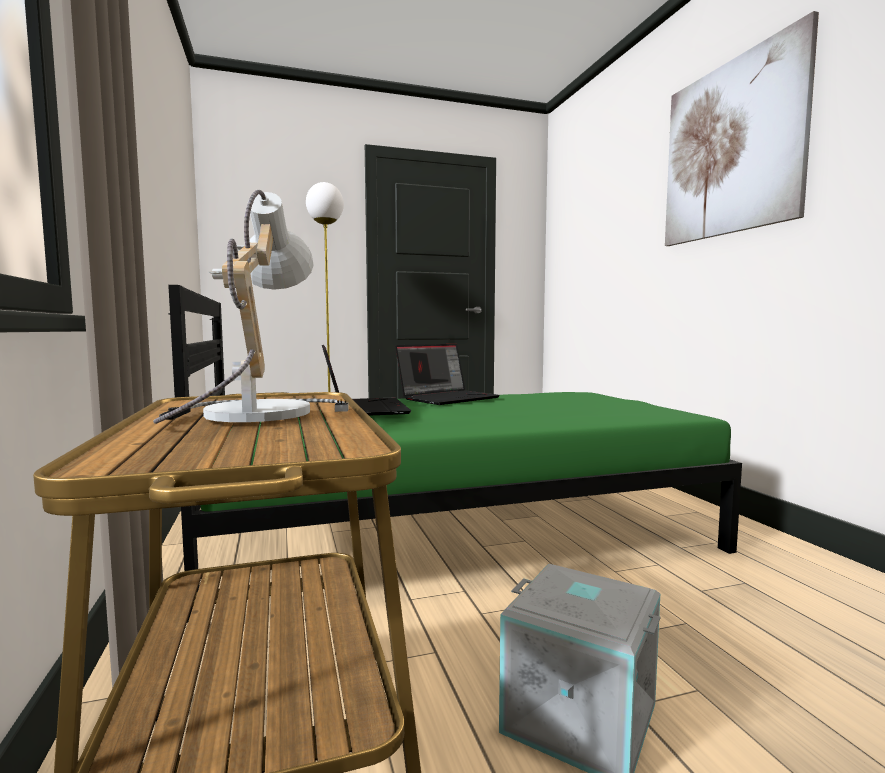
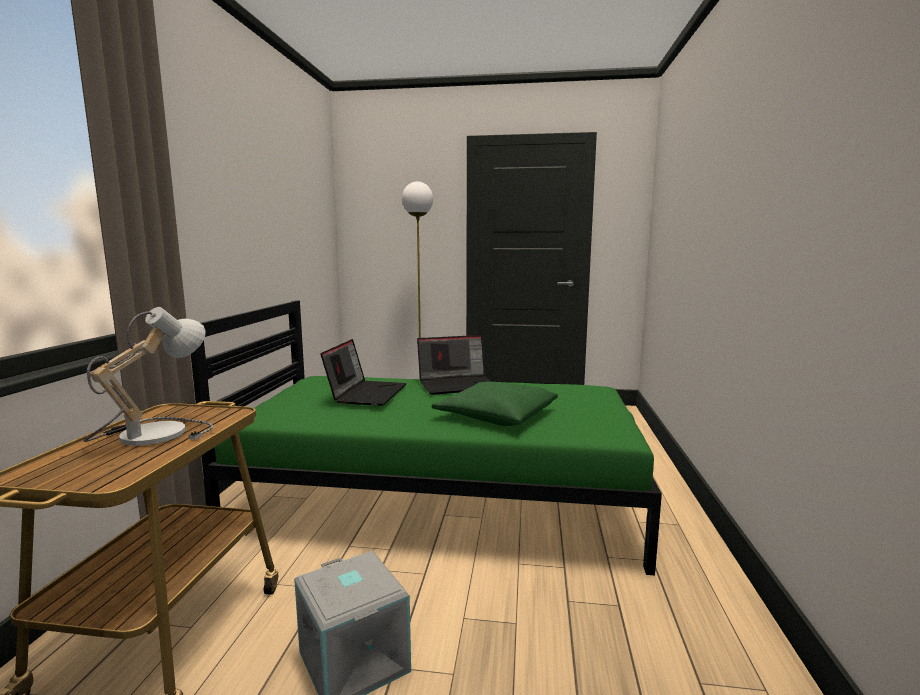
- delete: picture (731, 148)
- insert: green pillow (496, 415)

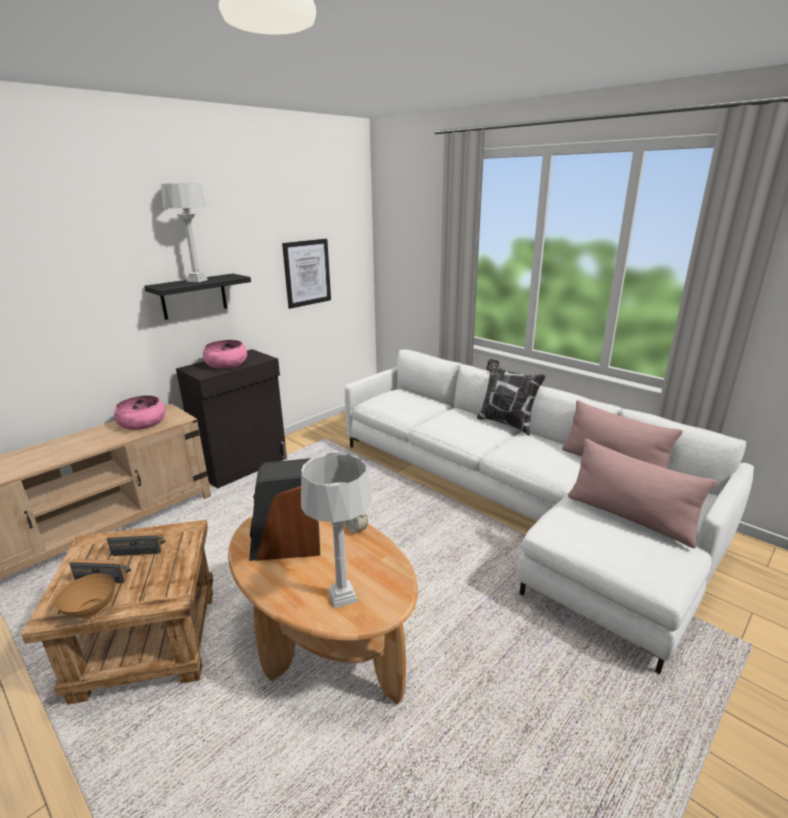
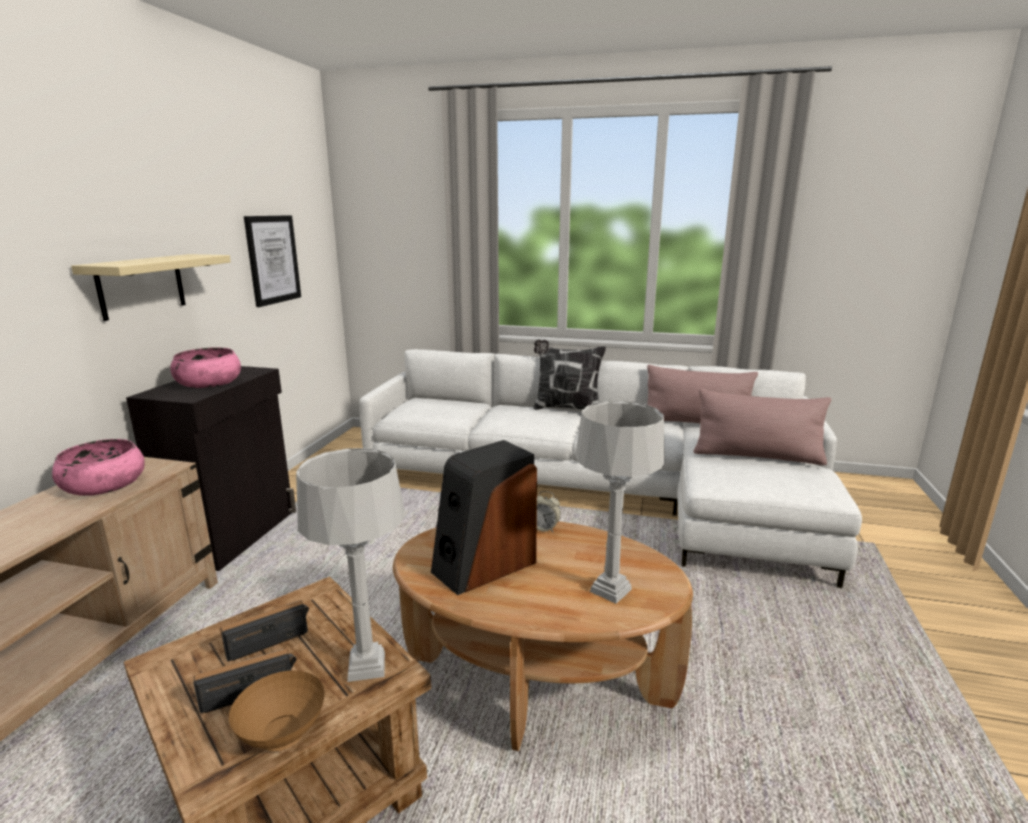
- move: grey table lamp (197, 280) to (366, 667)
- recolor: black shelf (194, 296) to beige shelf (141, 286)

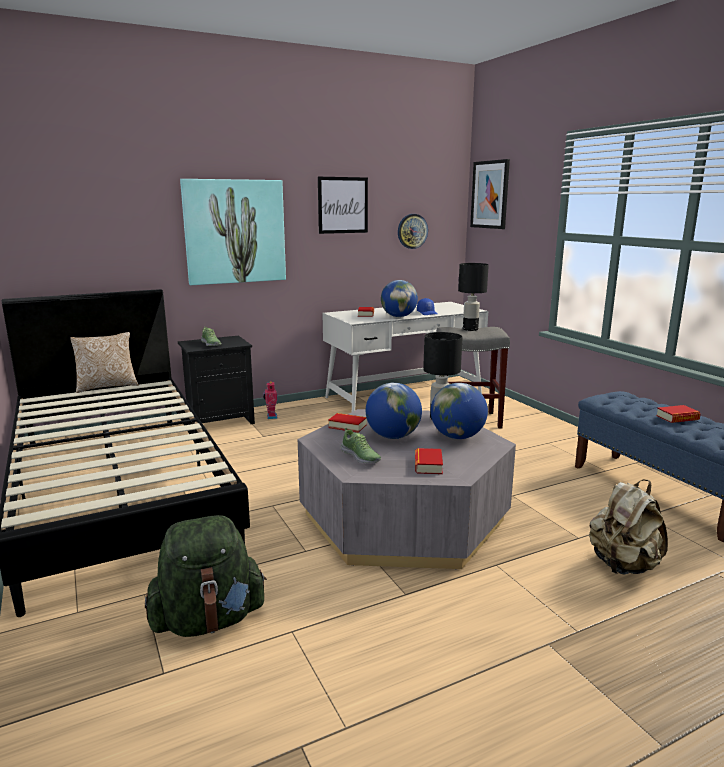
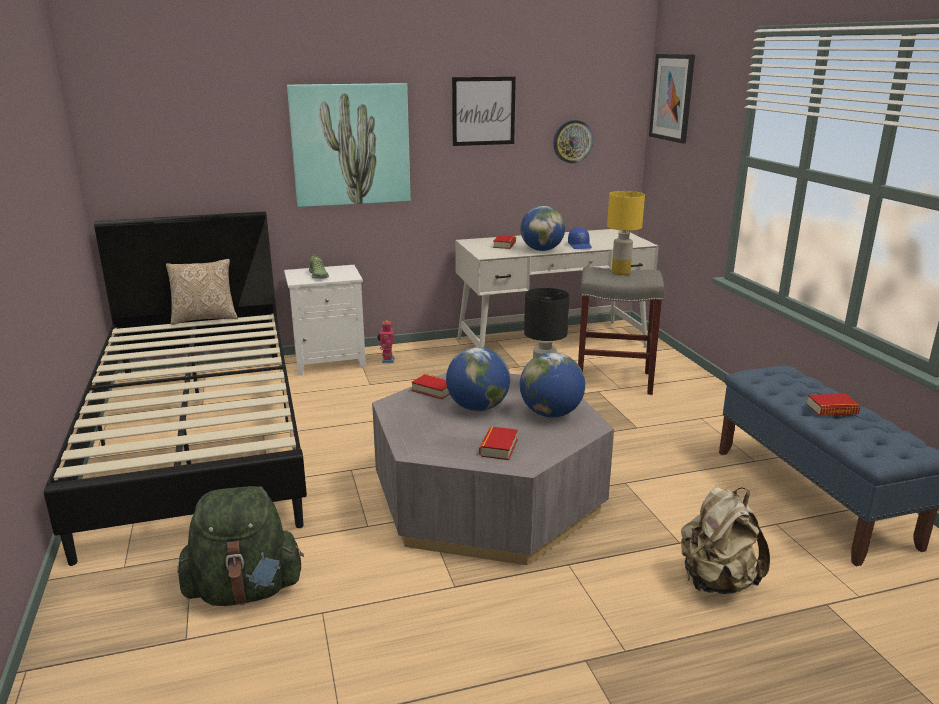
- recolor: black table lamp (470, 329) to yellow table lamp (620, 272)
- recolor: black nightstand (221, 420) to white nightstand (330, 361)
- delete: shoe (360, 457)

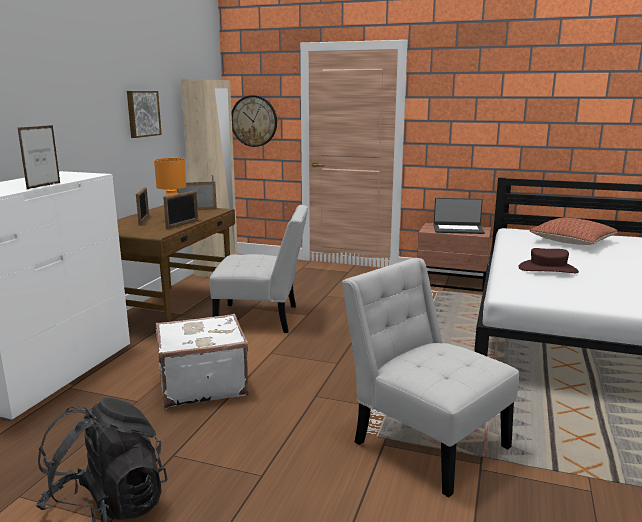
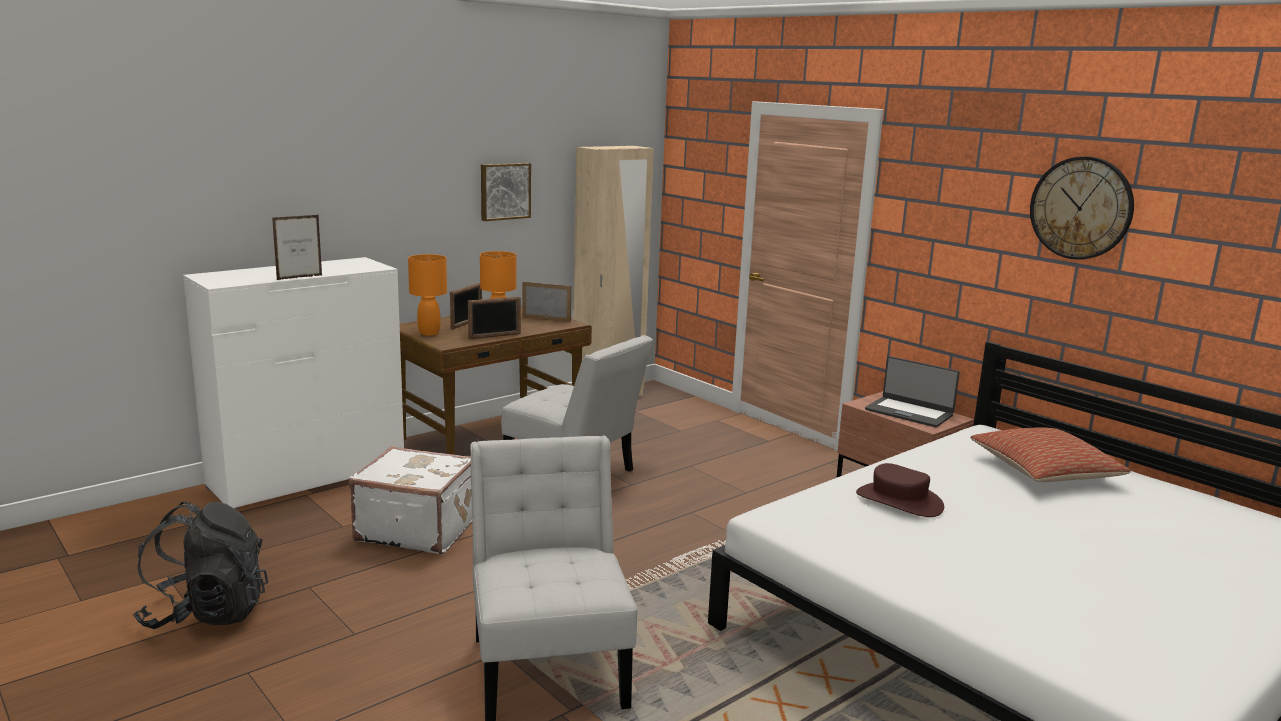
- move: wall clock (254, 121) to (1081, 208)
- insert: orange table lamp (429, 333)

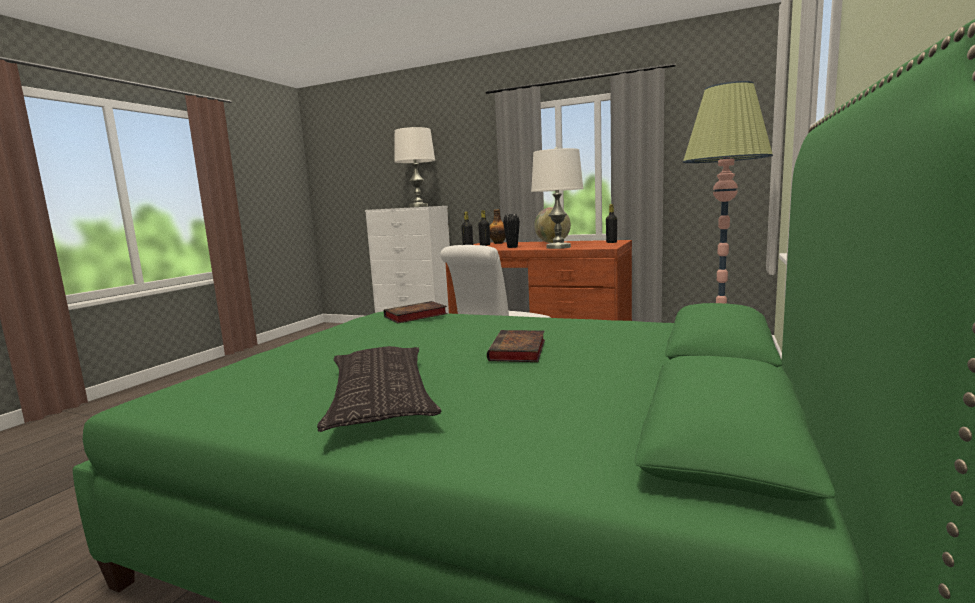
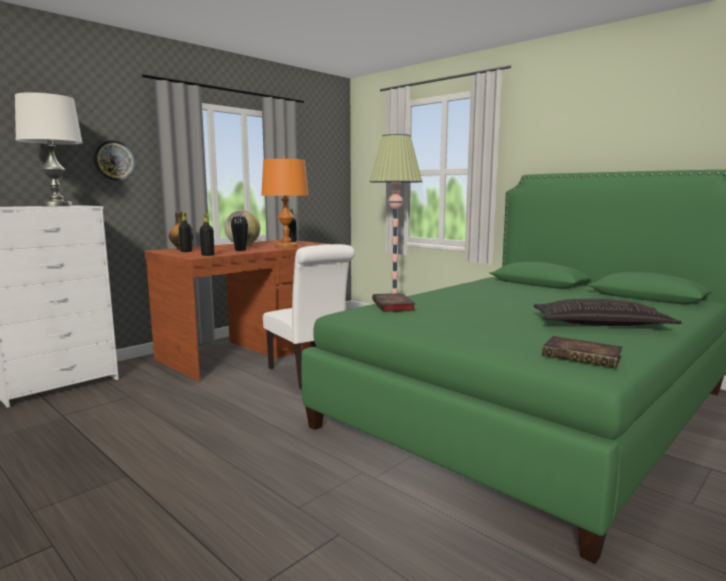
- recolor: white table lamp (558, 247) to orange table lamp (286, 247)
- move: book (518, 351) to (584, 356)
- insert: wall clock (114, 160)

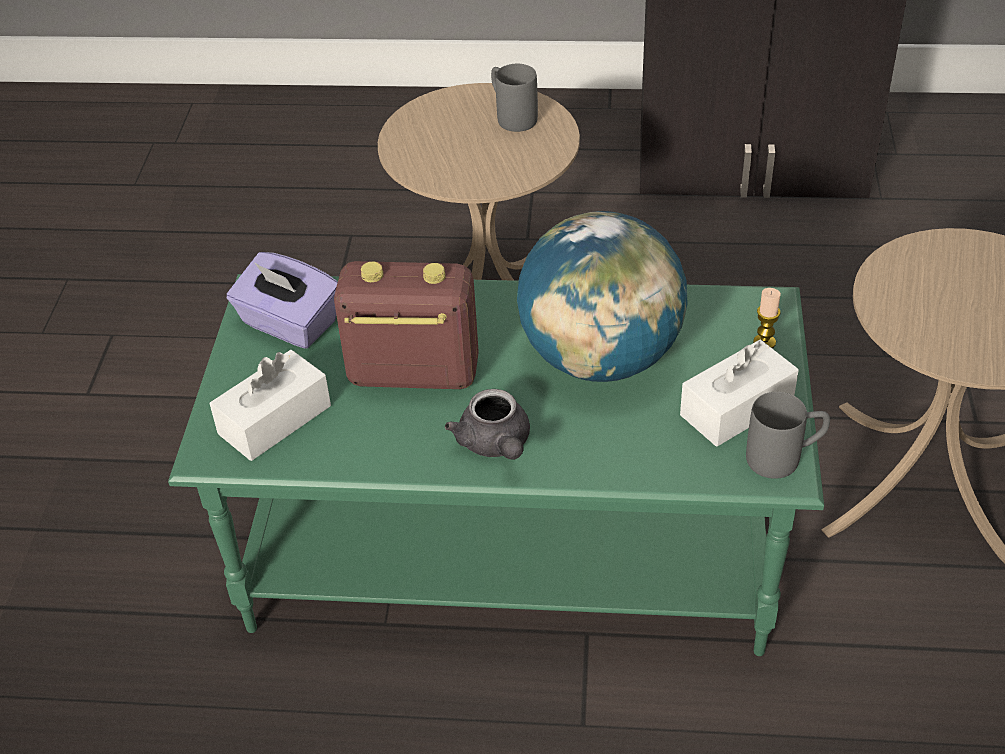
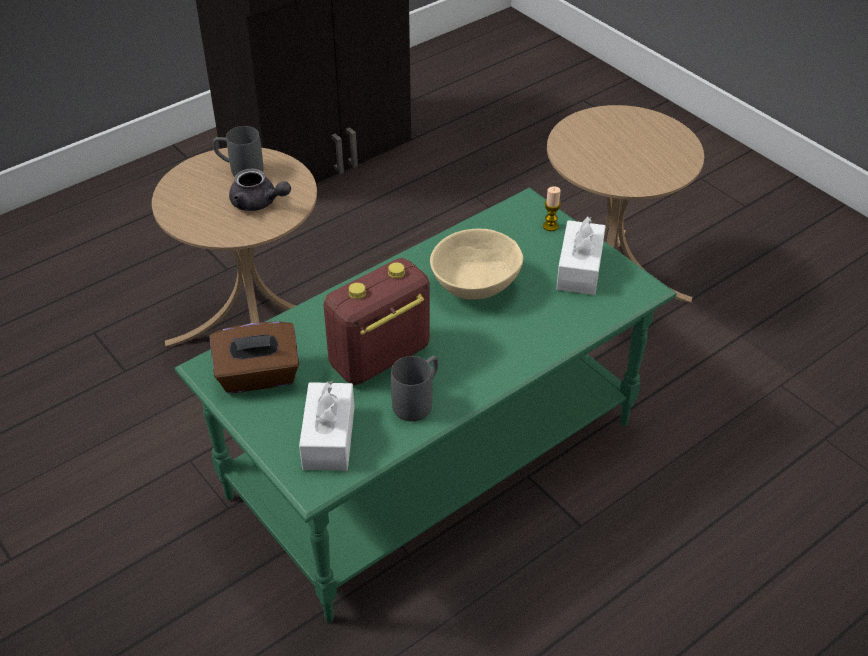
- replace: globe (600, 358) to beige bowl (476, 284)
- recolor: purple tissue box (289, 324) to brown tissue box (258, 376)
- move: grey teapot (495, 445) to (258, 203)
- move: grey mug (785, 457) to (418, 401)

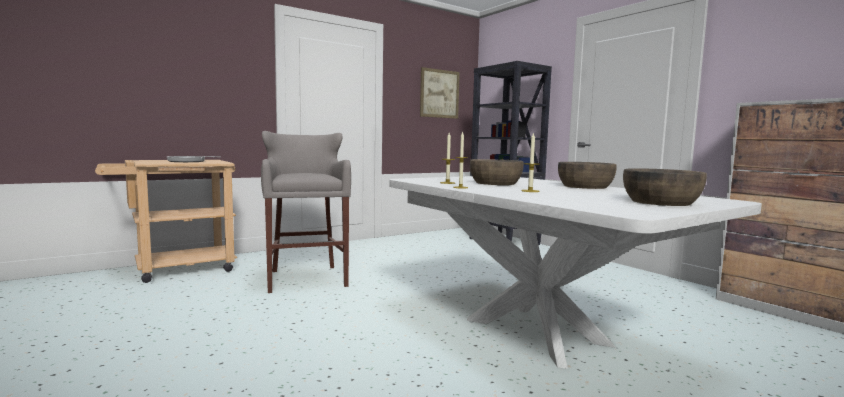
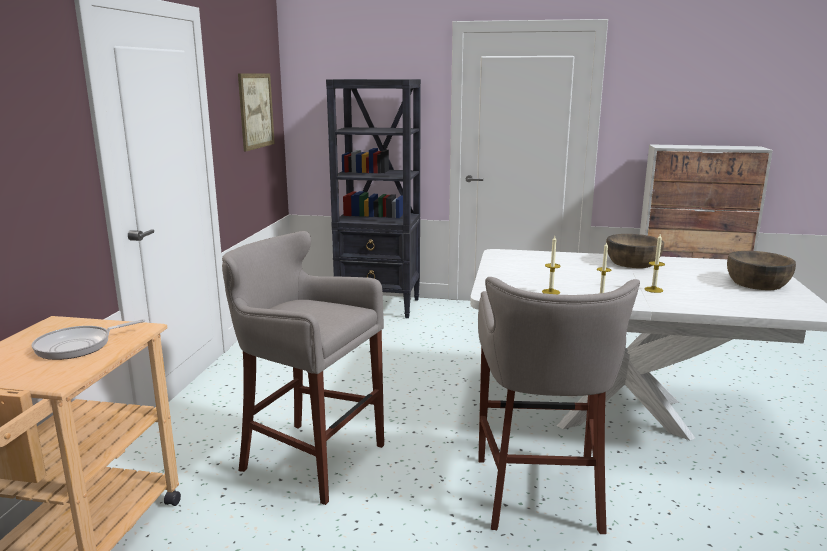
- delete: brown bowl (495, 183)
- insert: grey stool (540, 495)

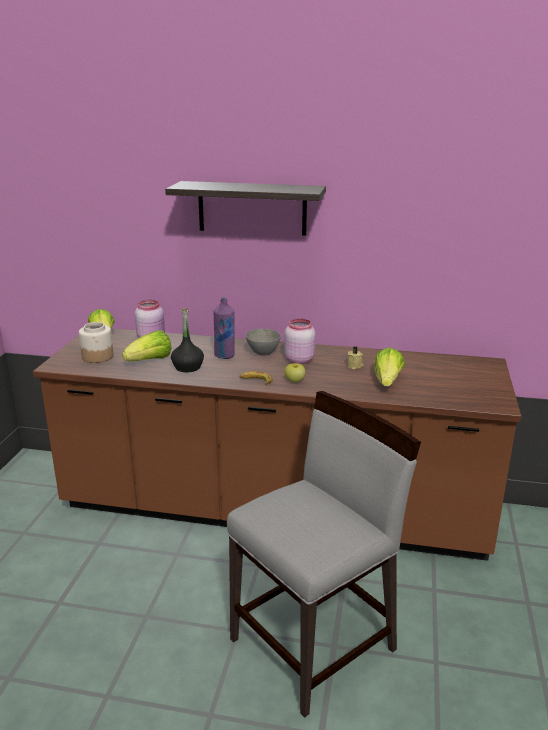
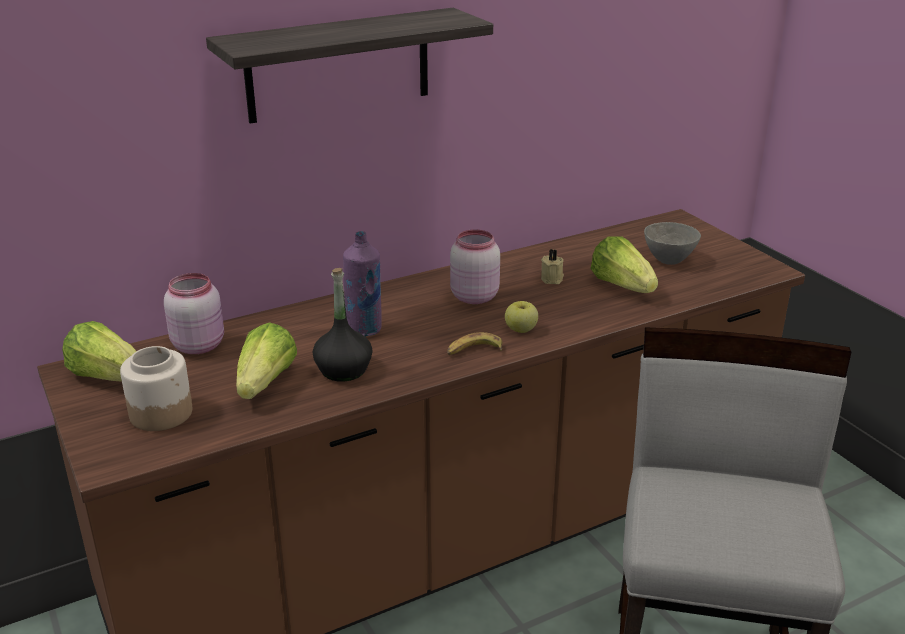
- move: grey bowl (262, 353) to (668, 261)

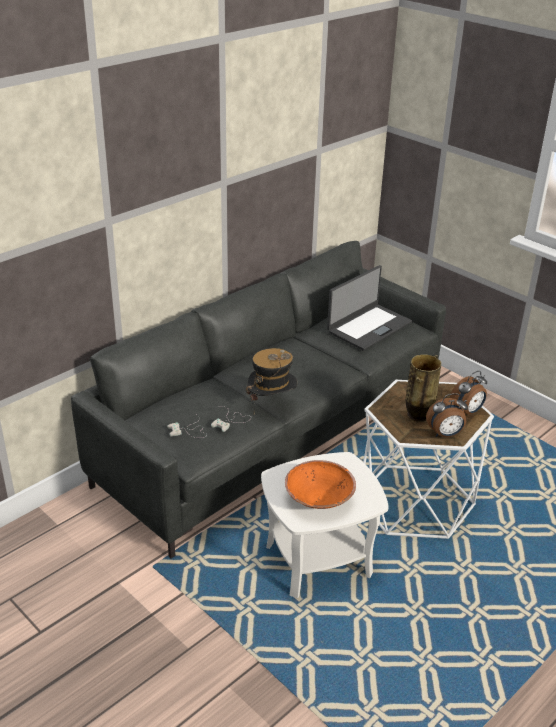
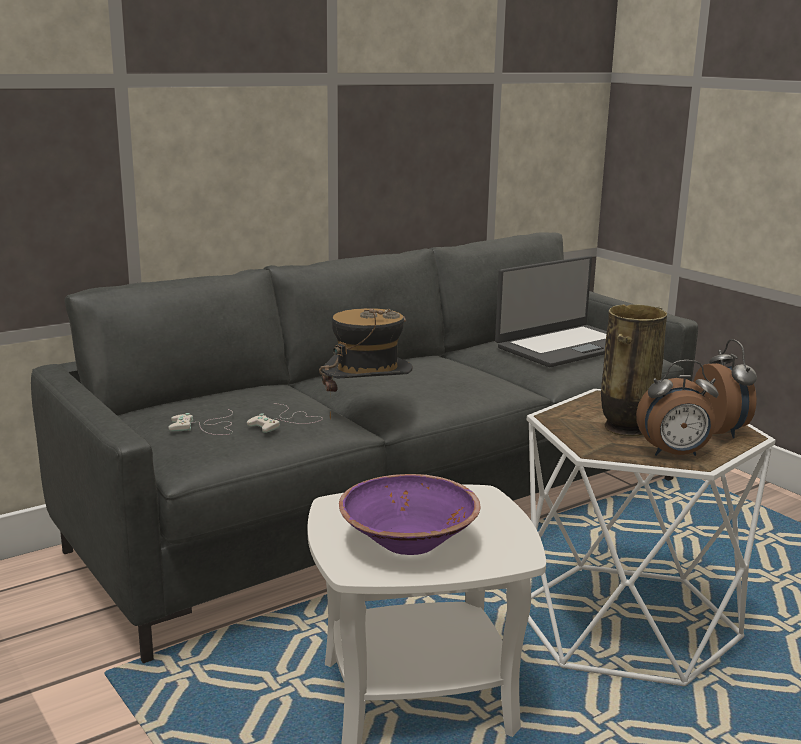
- rotate: alarm clock (467, 412) = (721, 431) 75 degrees counterclockwise
- recolor: orange bowl (319, 499) to purple bowl (409, 542)

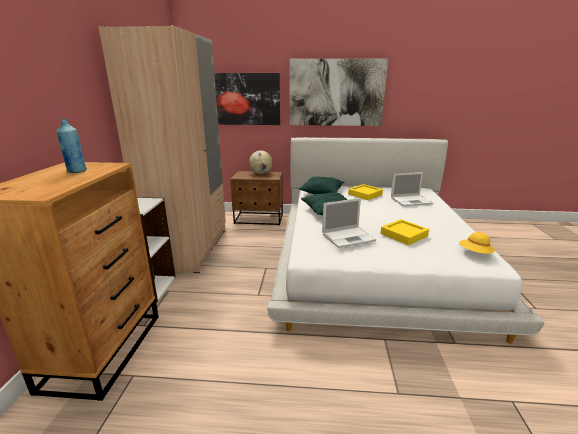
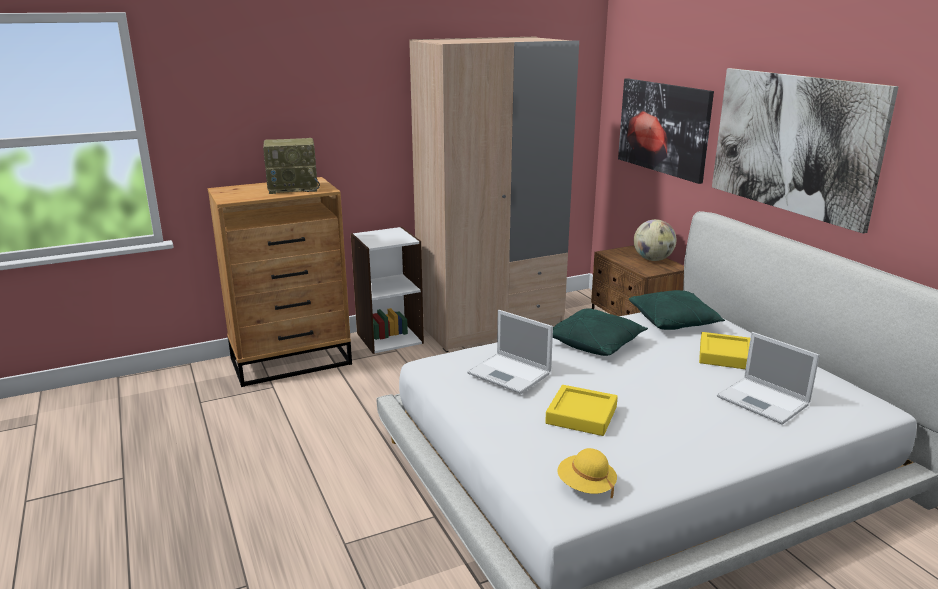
- replace: blue bottle (77, 171) to radio (294, 188)

